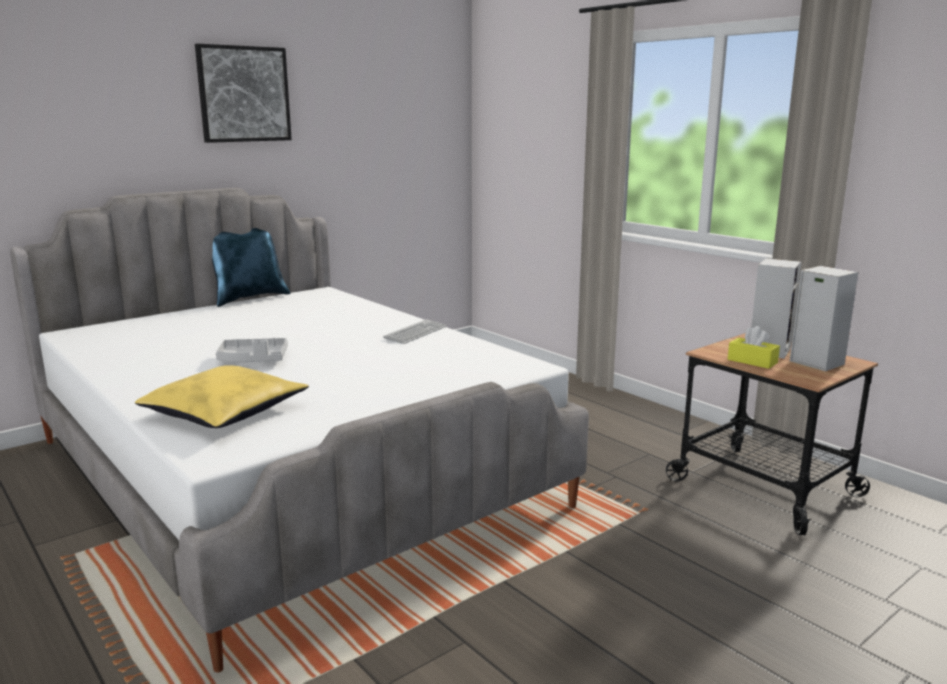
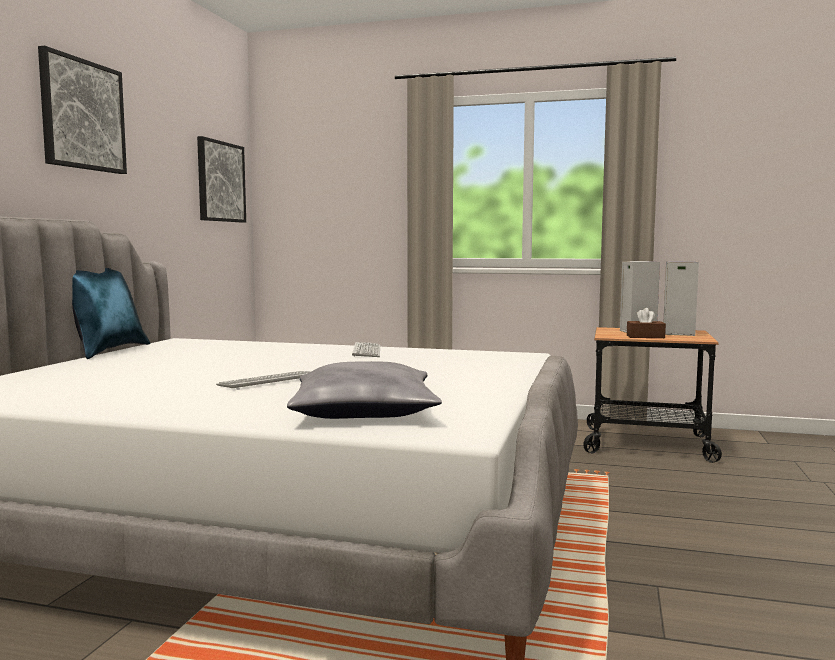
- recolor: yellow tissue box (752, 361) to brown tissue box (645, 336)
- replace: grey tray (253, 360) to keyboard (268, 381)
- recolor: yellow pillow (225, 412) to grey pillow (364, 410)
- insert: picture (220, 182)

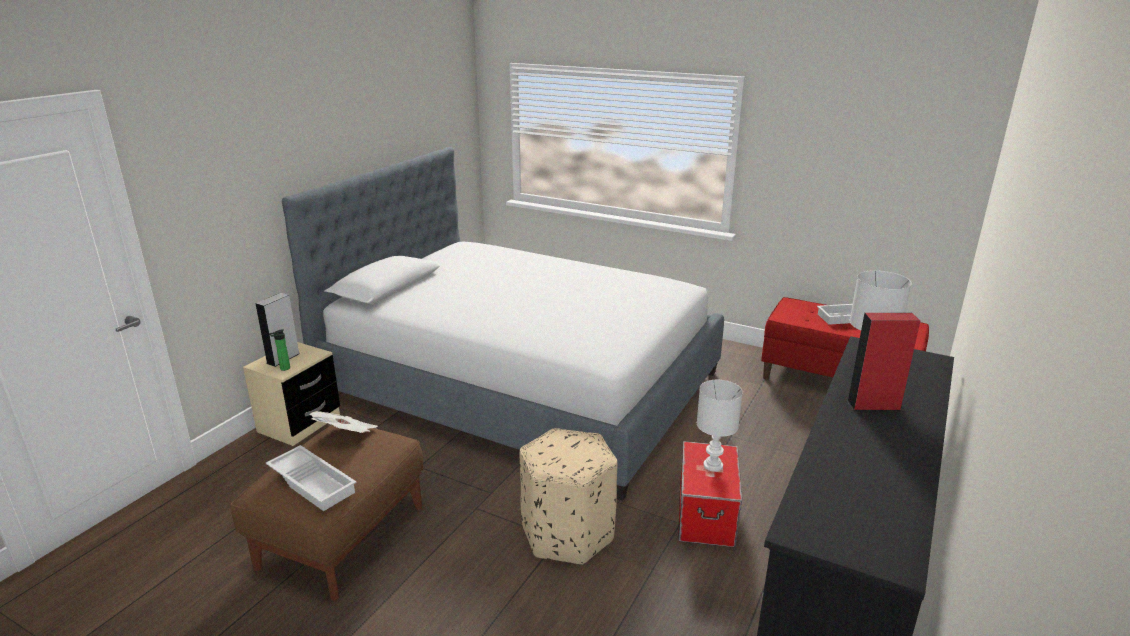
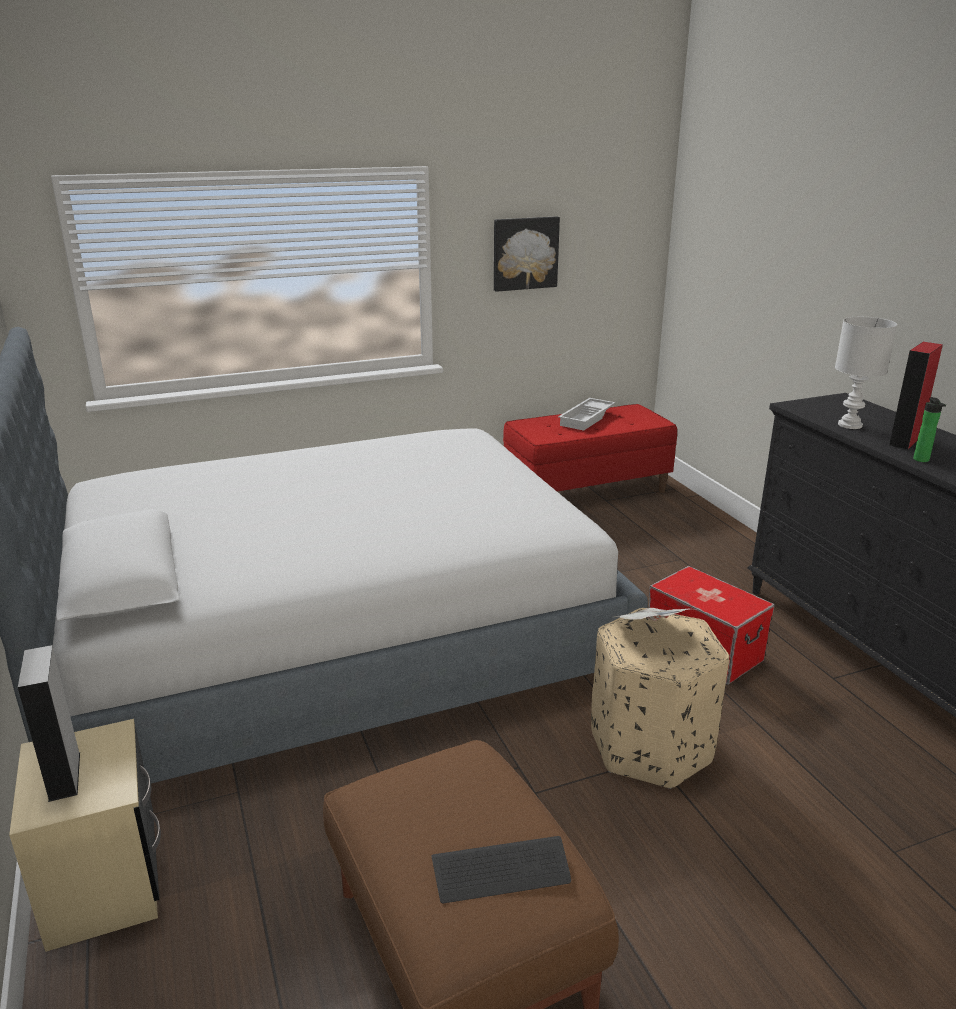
- move: bottle (283, 369) to (922, 460)
- delete: white table lamp (713, 466)
- move: newspaper (346, 436) to (651, 632)
- replace: white tray (314, 482) to keyboard (501, 871)
- insert: picture (524, 253)

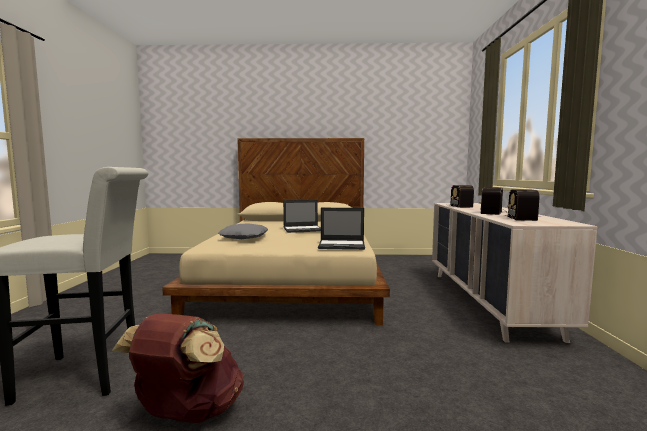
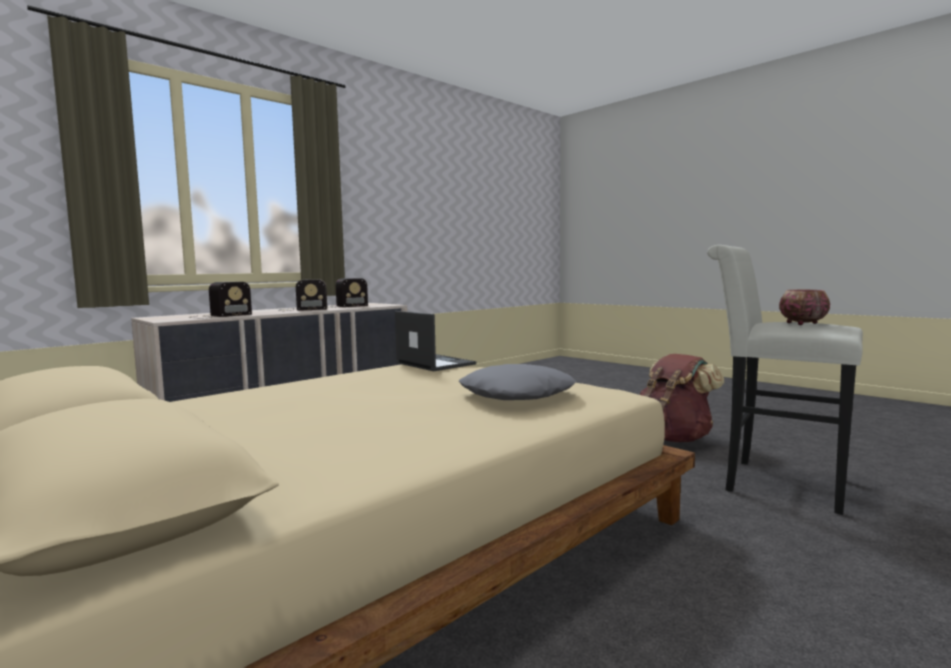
- delete: laptop (303, 229)
- insert: bowl (801, 323)

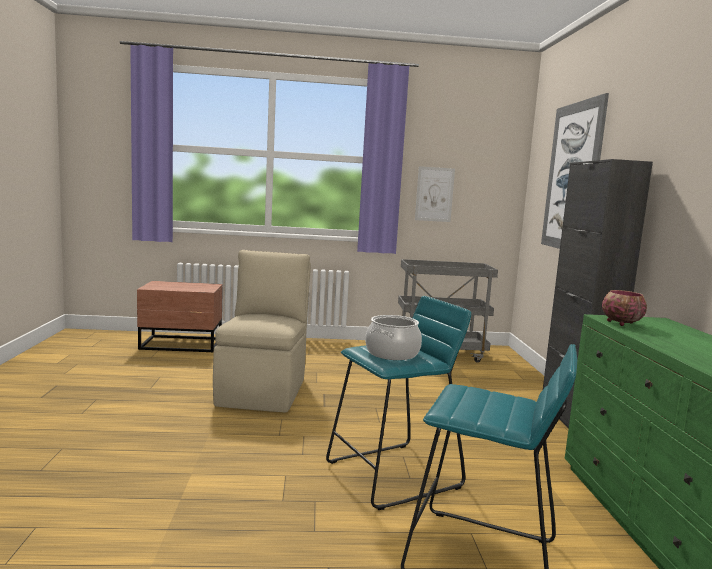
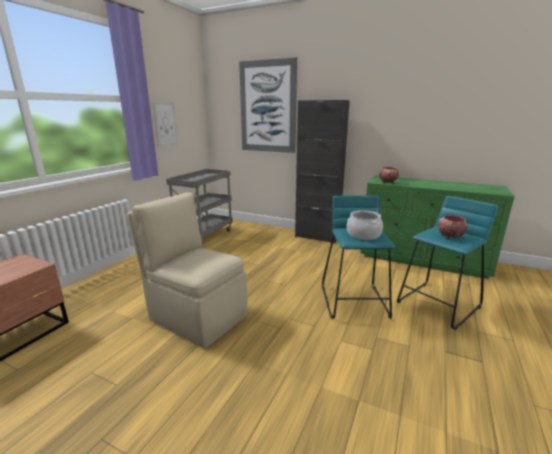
- insert: bowl (449, 237)

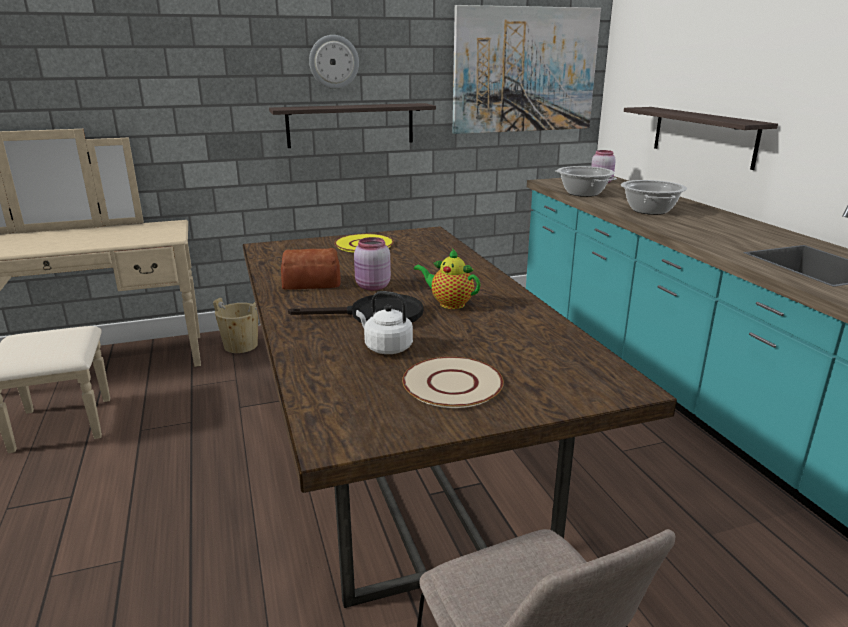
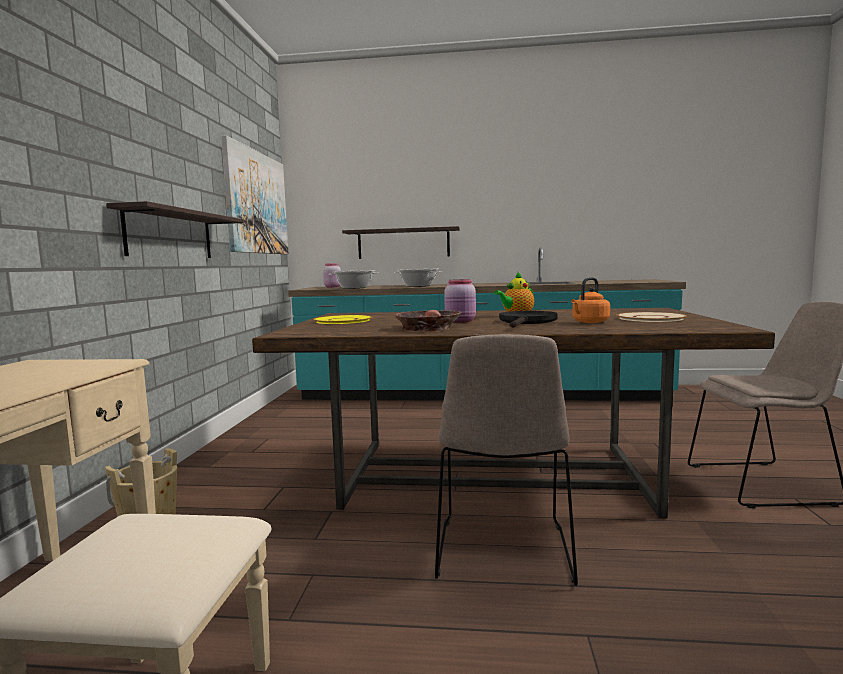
- delete: wall clock (334, 62)
- replace: bread (310, 282) to bowl (428, 328)
- recolor: white kettle (386, 347) to orange kettle (589, 322)
- insert: beige chair (503, 554)

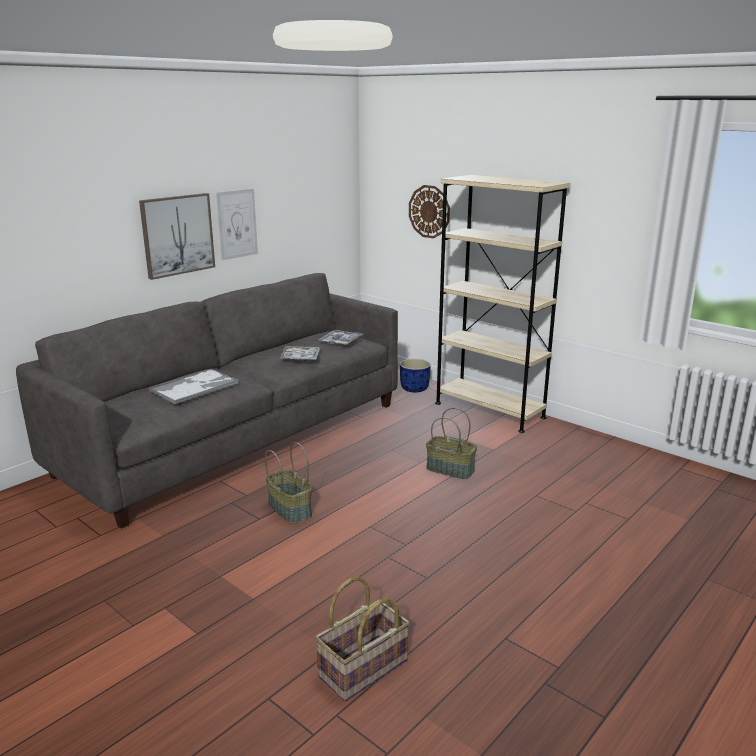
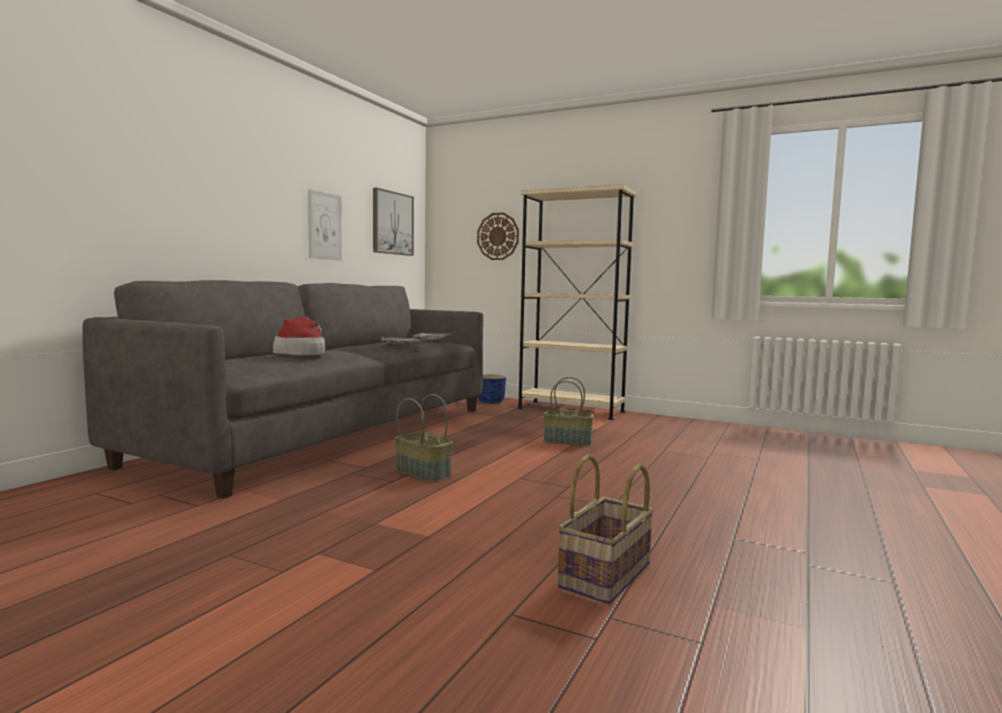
- move: picture (177, 235) to (392, 223)
- replace: tray (195, 387) to hat (302, 353)

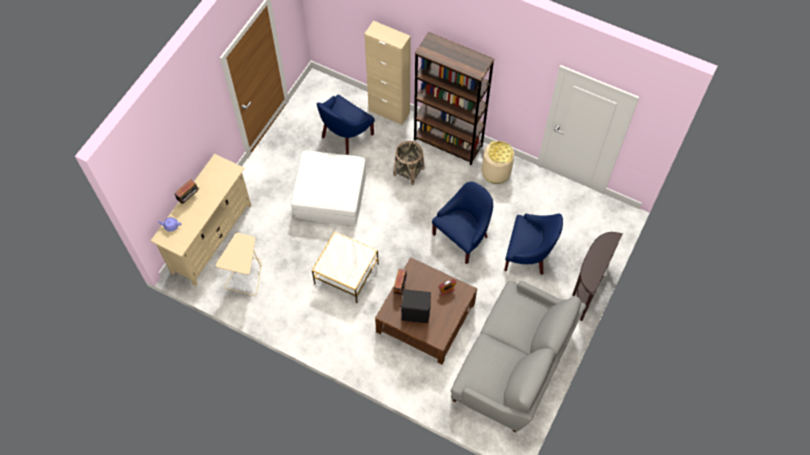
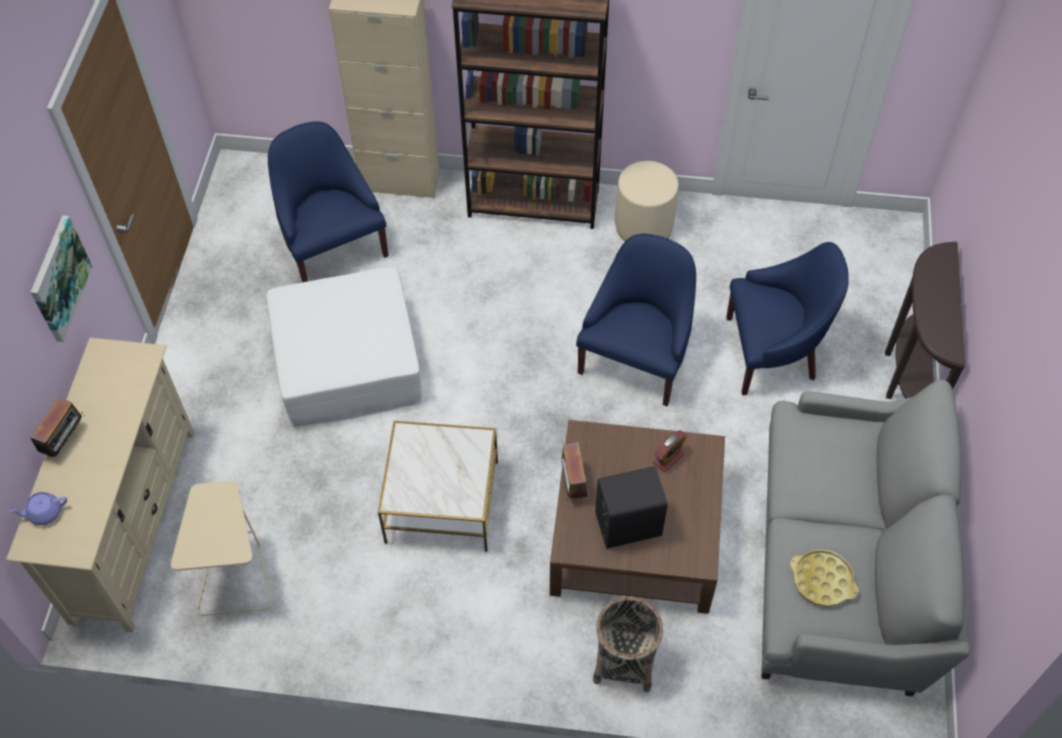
- rotate: blue armchair (345, 135) = (332, 247) 135 degrees clockwise
- move: basket (409, 171) to (625, 660)
- move: yellow tray (500, 153) to (822, 581)
- insert: picture (58, 278)

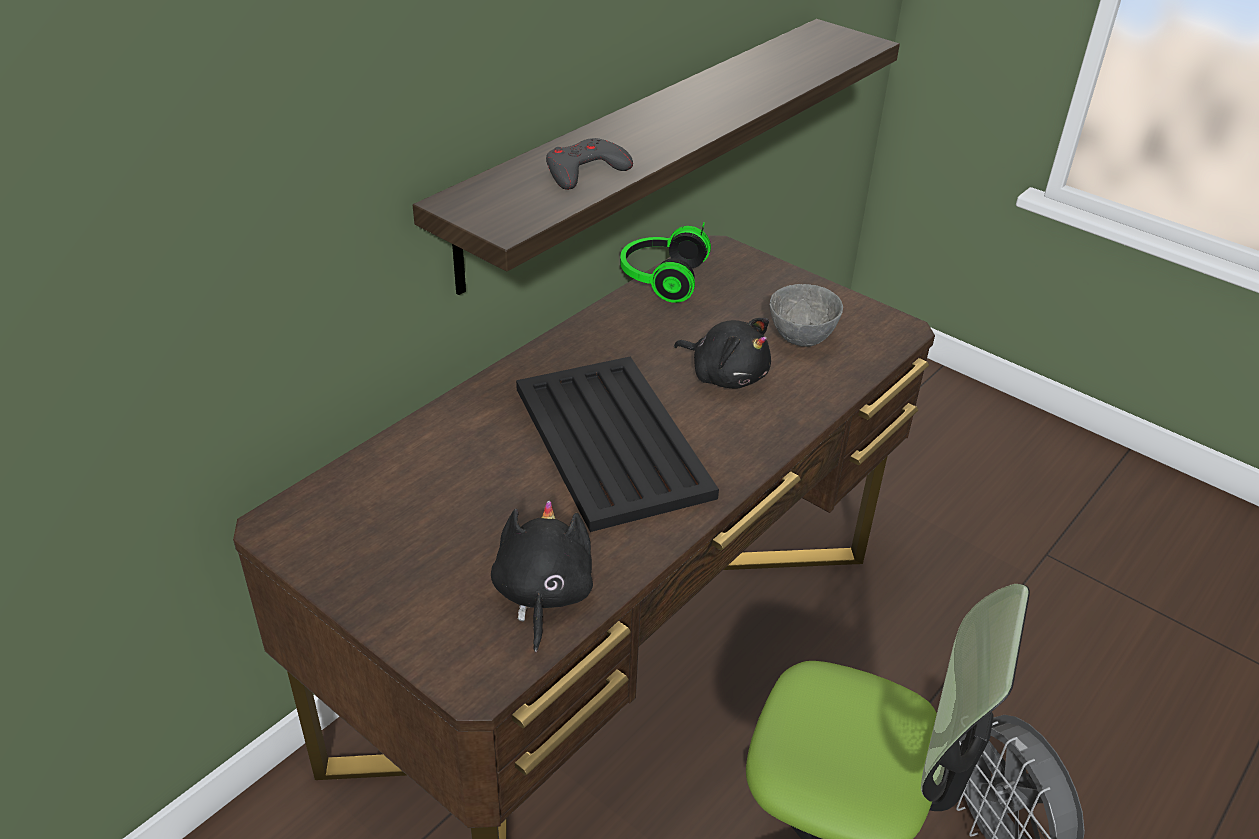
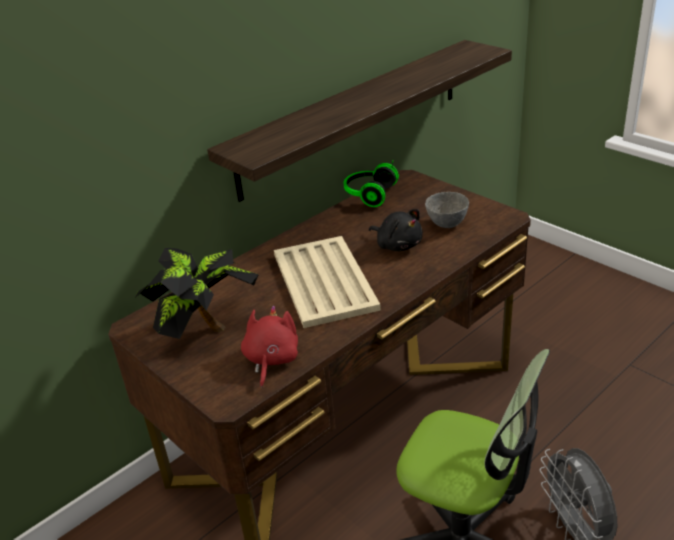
- delete: grey game controller (585, 171)
- recolor: black tray (611, 440) to beige tray (324, 280)
- recolor: black plush toy (542, 595) to red plush toy (271, 360)
- insert: potted plant (204, 331)

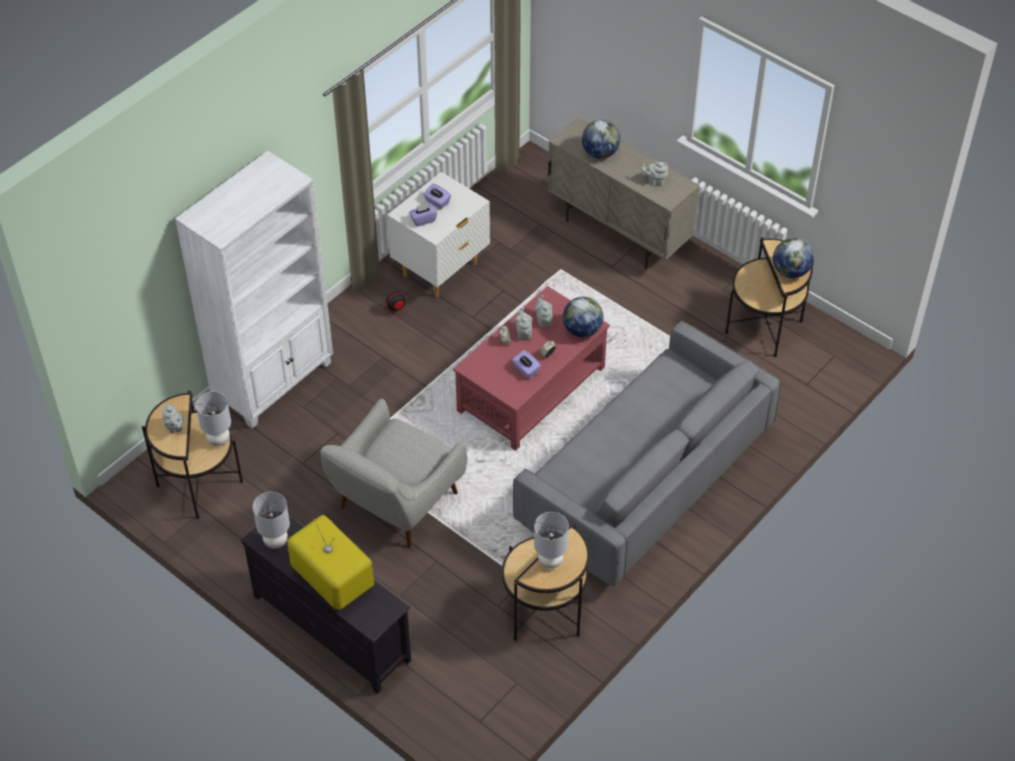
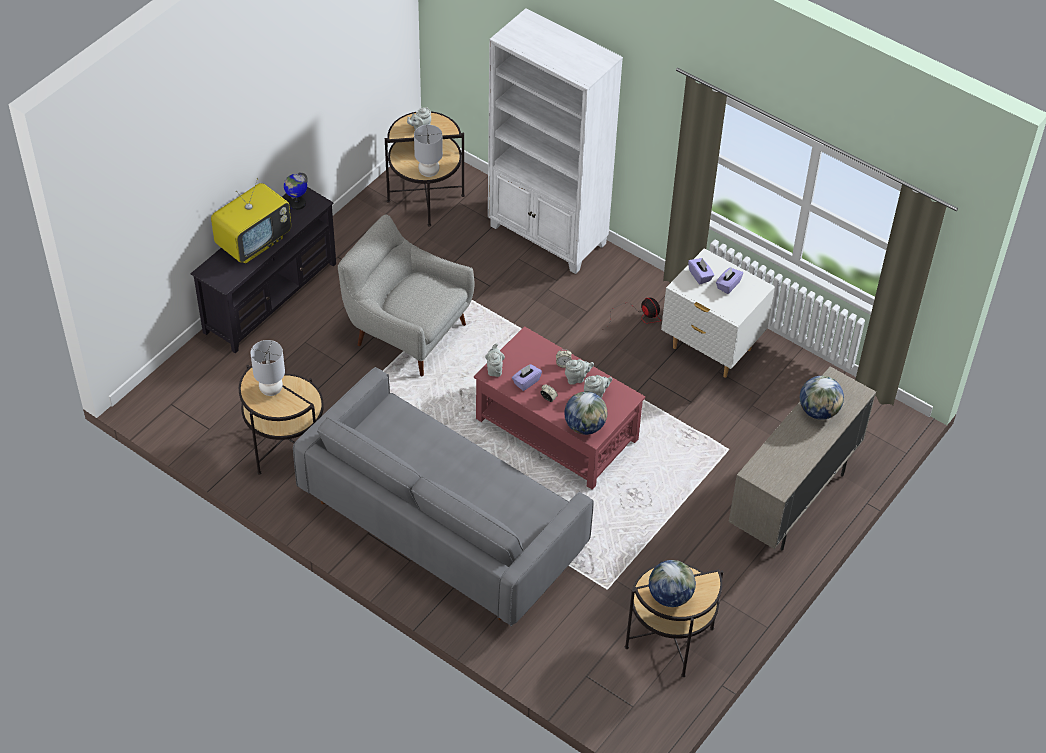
- move: grey teapot (655, 181) to (494, 369)
- replace: grey table lamp (276, 541) to globe (297, 204)

